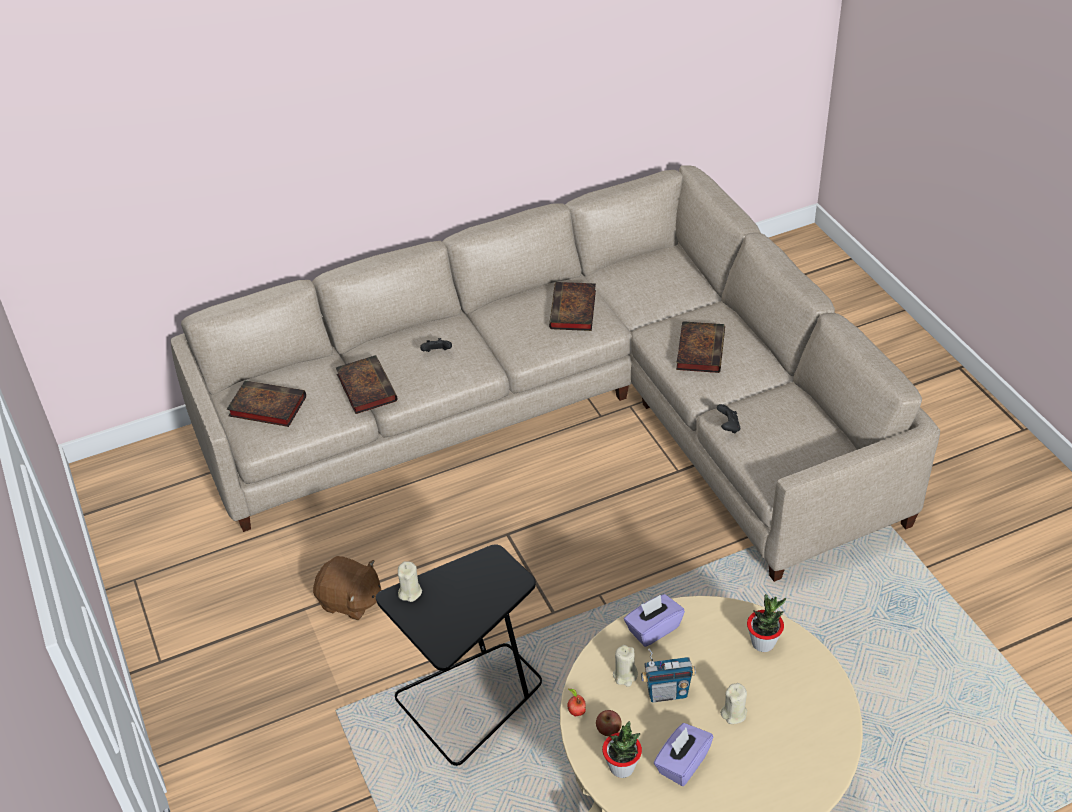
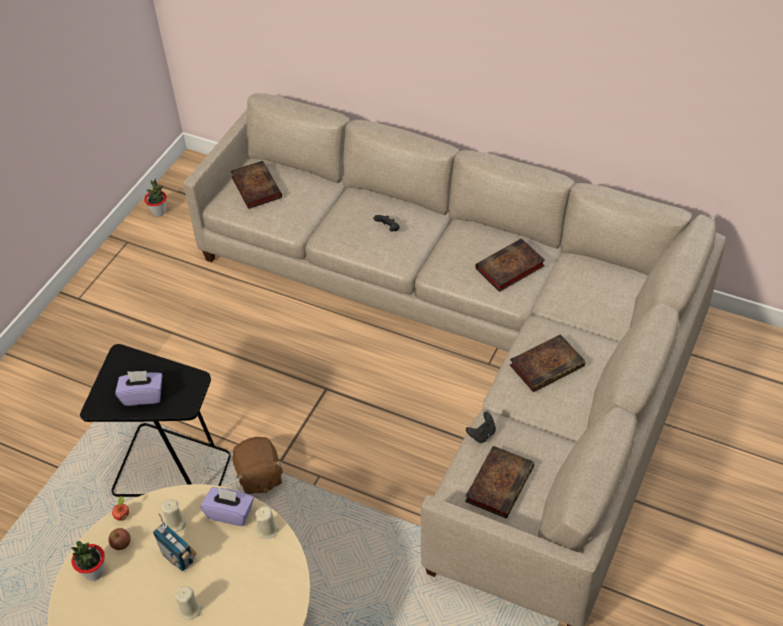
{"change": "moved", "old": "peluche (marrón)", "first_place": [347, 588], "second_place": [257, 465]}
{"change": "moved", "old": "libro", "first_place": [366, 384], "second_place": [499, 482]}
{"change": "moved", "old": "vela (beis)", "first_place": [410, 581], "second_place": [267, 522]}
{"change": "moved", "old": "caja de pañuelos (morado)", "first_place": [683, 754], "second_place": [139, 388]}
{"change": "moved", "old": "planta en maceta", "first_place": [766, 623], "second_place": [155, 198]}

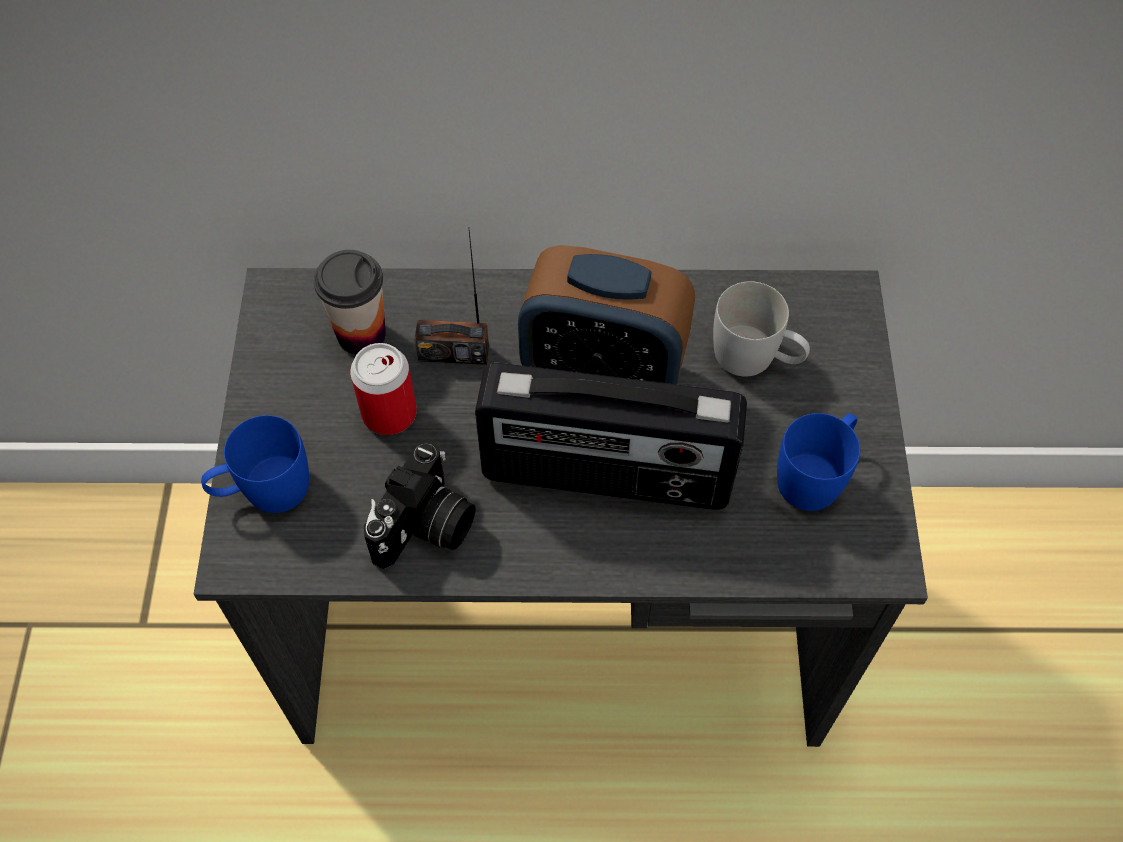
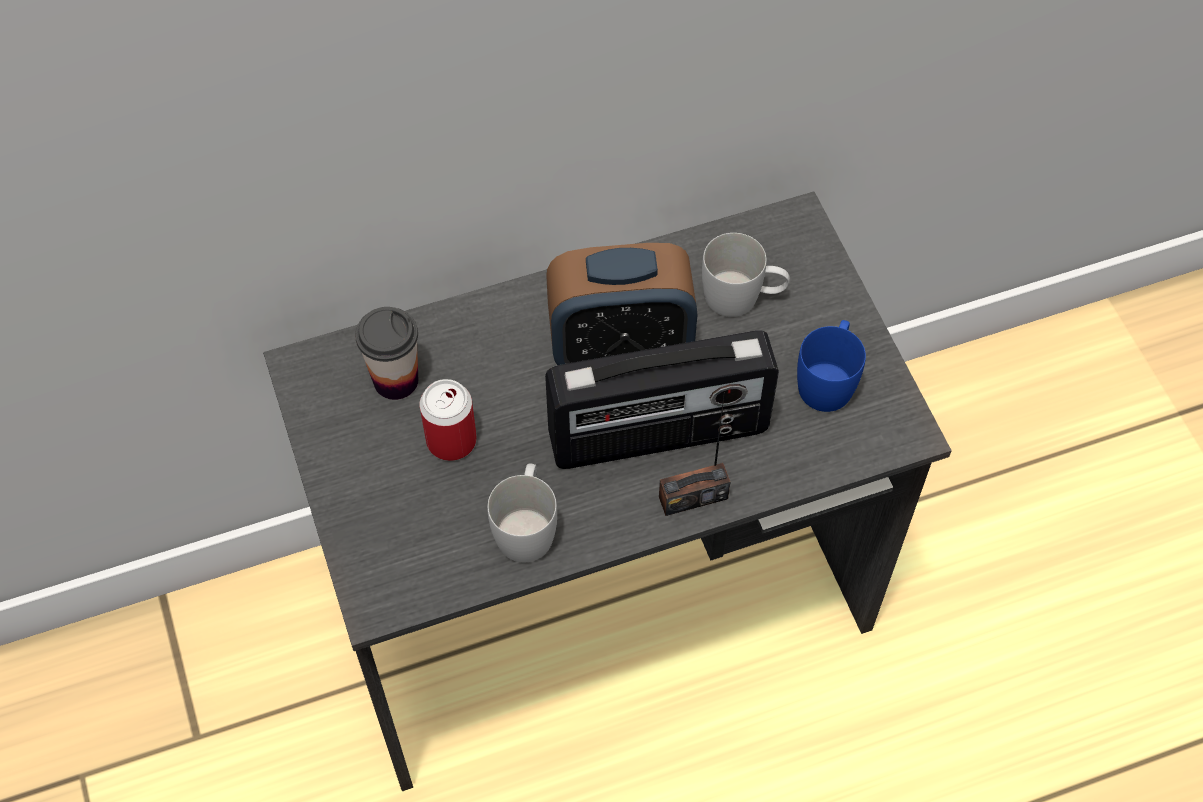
{"change": "removed", "old": "taza grande (azul)", "first_place": [255, 464]}
{"change": "replaced", "old": "cámara", "new": "taza grande (blanco)", "first_place": [419, 504], "second_place": [522, 513]}
{"change": "moved", "old": "radio", "first_place": [451, 298], "second_place": [694, 456]}

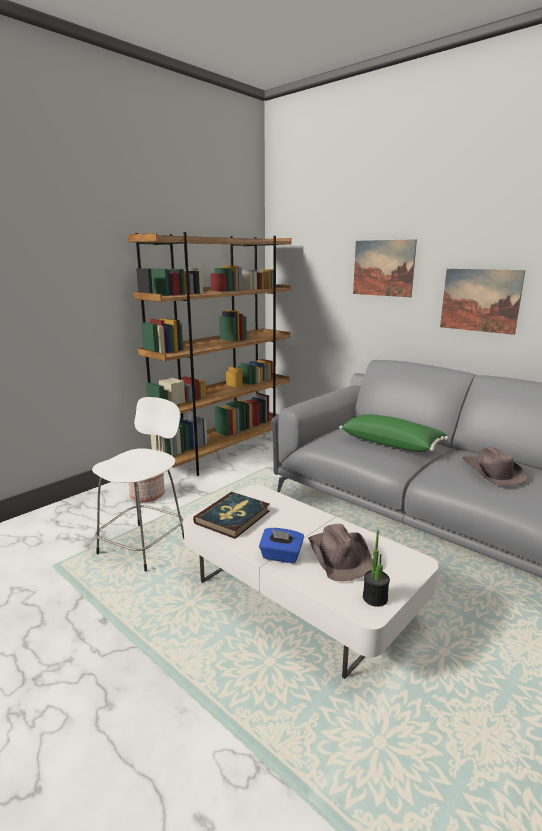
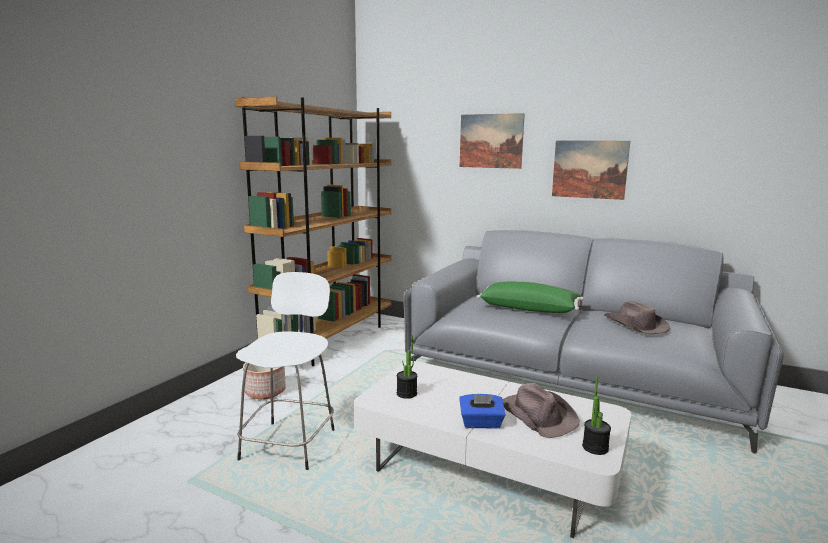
{"change": "replaced", "old": "libro", "new": "planta en maceta", "first_place": [231, 515], "second_place": [407, 367]}

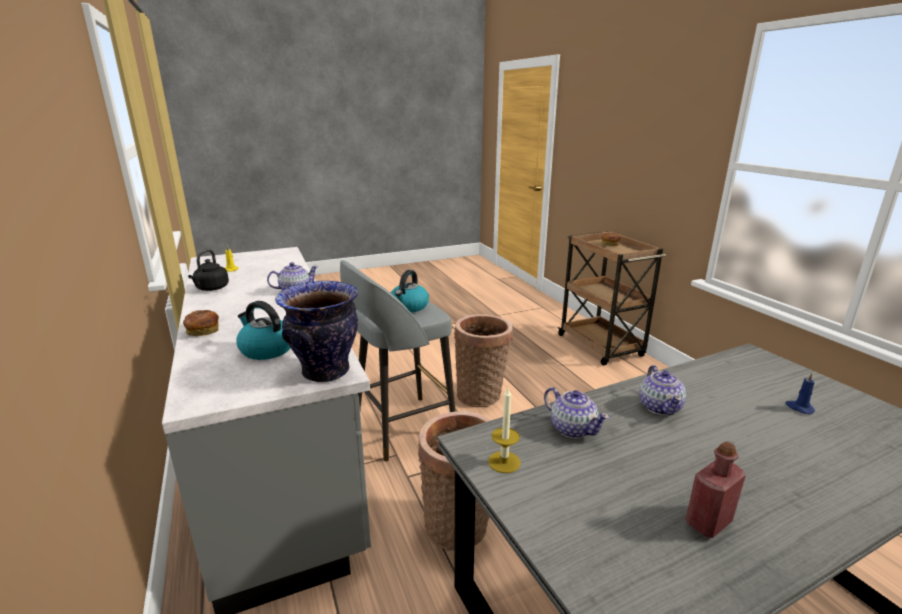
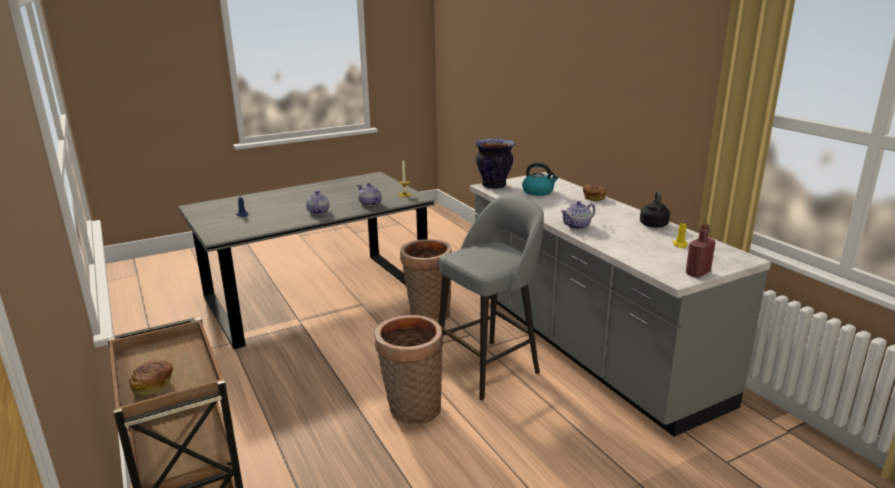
{"change": "removed", "old": "hervidor", "first_place": [410, 291]}
{"change": "moved", "old": "botella (rojo)", "first_place": [715, 490], "second_place": [701, 250]}

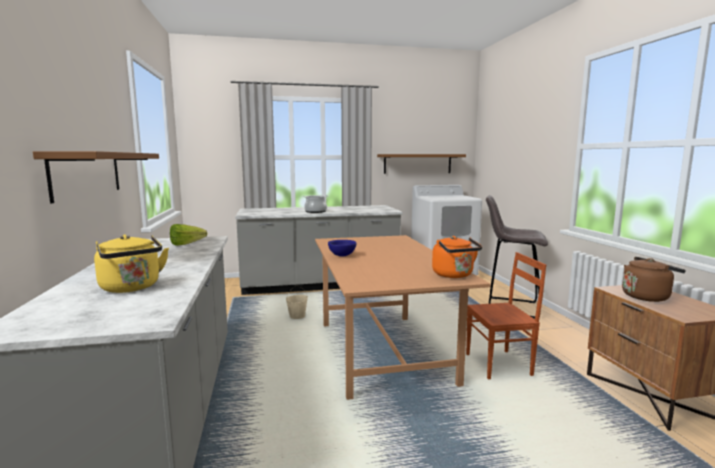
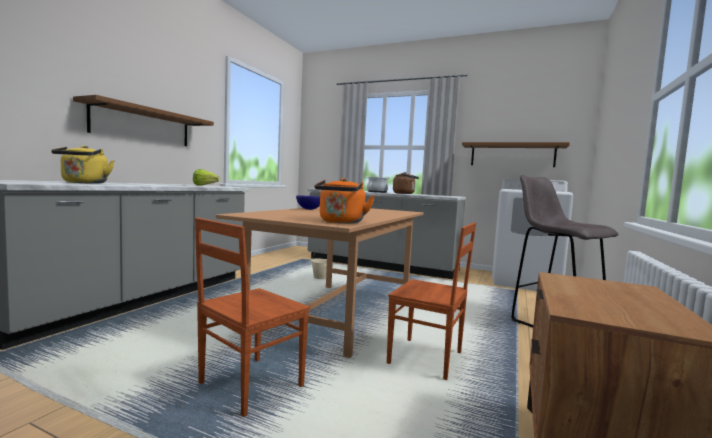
{"change": "moved", "old": "hervidor (marrón)", "first_place": [654, 279], "second_place": [406, 183]}
{"change": "added", "new": "silla (marrón)", "second_place": [252, 317]}

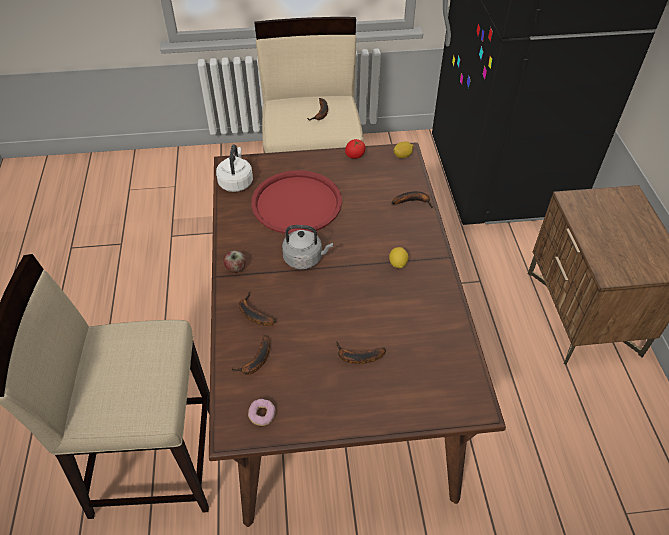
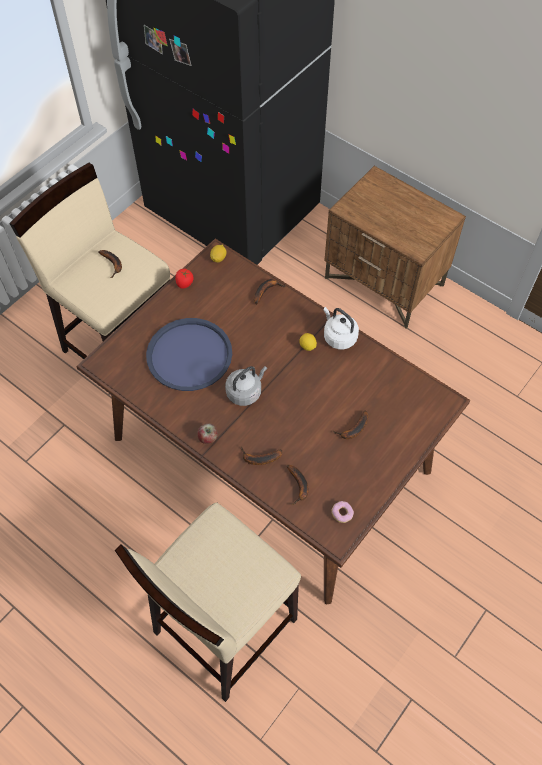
{"change": "moved", "old": "hervidor (blanco)", "first_place": [234, 168], "second_place": [341, 328]}
{"change": "recoloured", "old": "bandeja (rojo)", "new": "bandeja (azul)", "first_place": [296, 202], "second_place": [189, 354]}

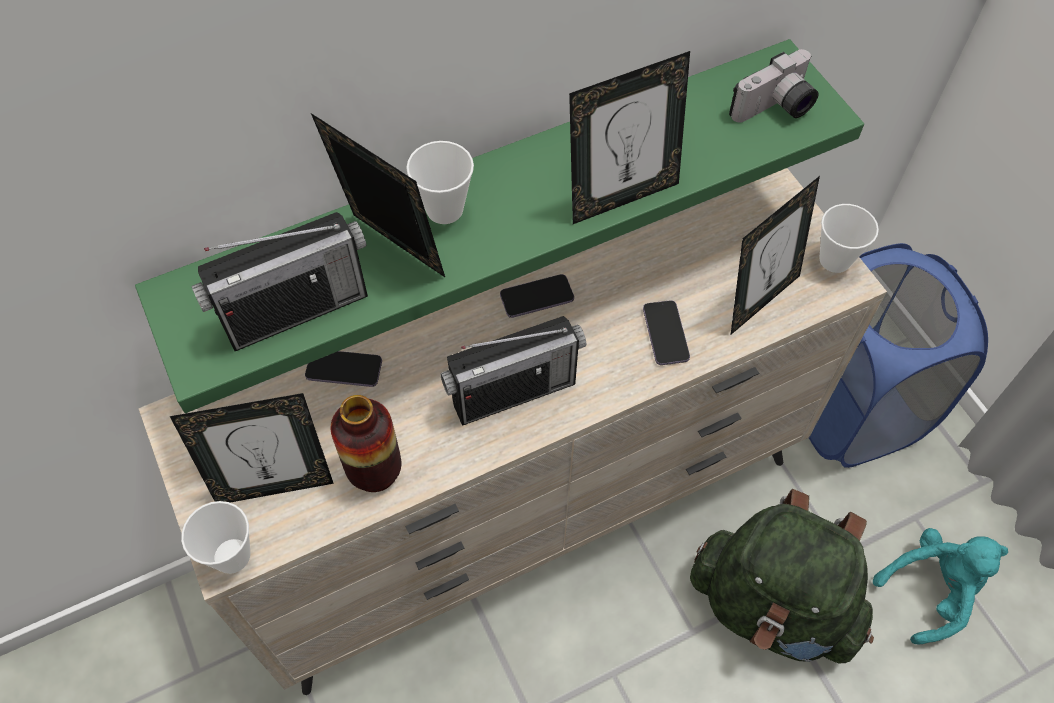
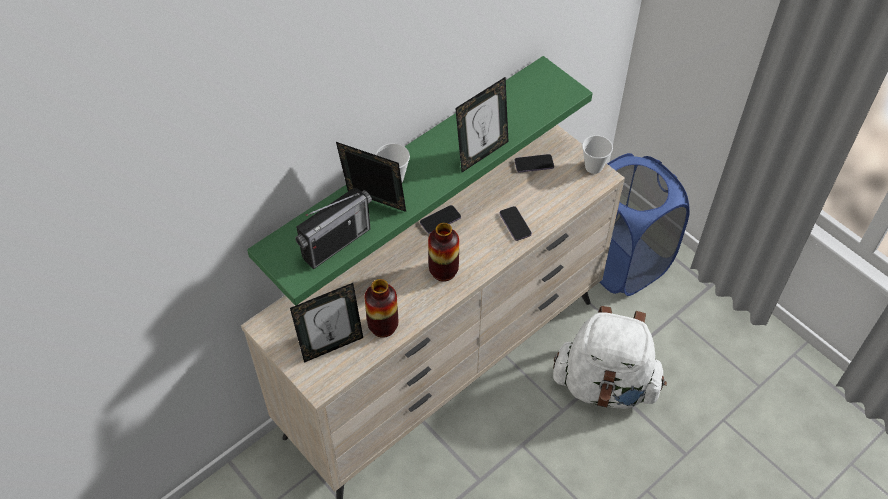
{"change": "removed", "old": "taza", "first_place": [215, 537]}
{"change": "moved", "old": "móvil", "first_place": [343, 369], "second_place": [534, 163]}
{"change": "replaced", "old": "radio", "new": "florero", "first_place": [513, 371], "second_place": [443, 252]}
{"change": "recoloured", "old": "mochila (verde)", "new": "mochila (blanco)", "first_place": [782, 576], "second_place": [610, 357]}
{"change": "removed", "old": "cámara", "first_place": [774, 86]}
{"change": "removed", "old": "portarretratos", "first_place": [775, 255]}
{"change": "removed", "old": "peluche (turquesa)", "first_place": [940, 586]}

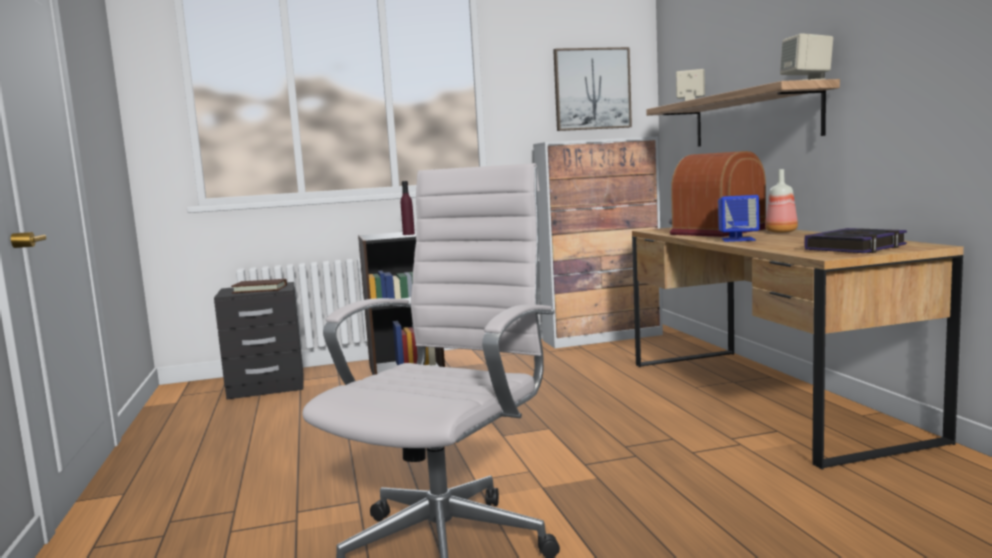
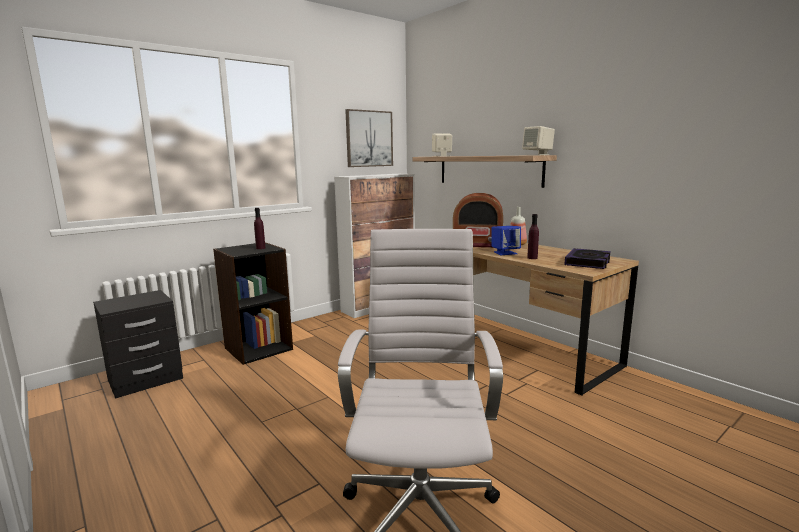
{"change": "removed", "old": "libro (marrón)", "first_place": [259, 286]}
{"change": "turned", "old": "radio", "first_place": [717, 194], "second_place": [478, 220], "degrees": -105}
{"change": "added", "new": "botella (morado)", "second_place": [533, 236]}

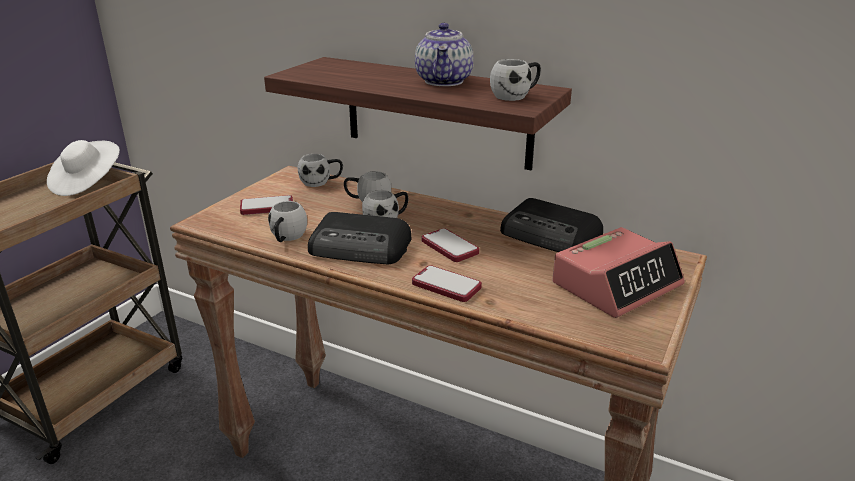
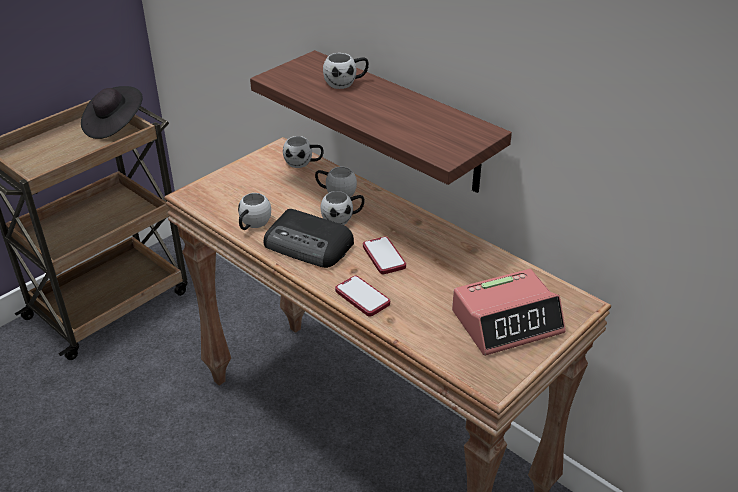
{"change": "recoloured", "old": "sombrero (blanco)", "new": "sombrero (negro)", "first_place": [83, 168], "second_place": [112, 112]}
{"change": "removed", "old": "móvil", "first_place": [266, 205]}
{"change": "removed", "old": "tetera", "first_place": [444, 54]}
{"change": "moved", "old": "taza grande (blanco)", "first_place": [515, 80], "second_place": [346, 71]}
{"change": "removed", "old": "radio", "first_place": [551, 225]}

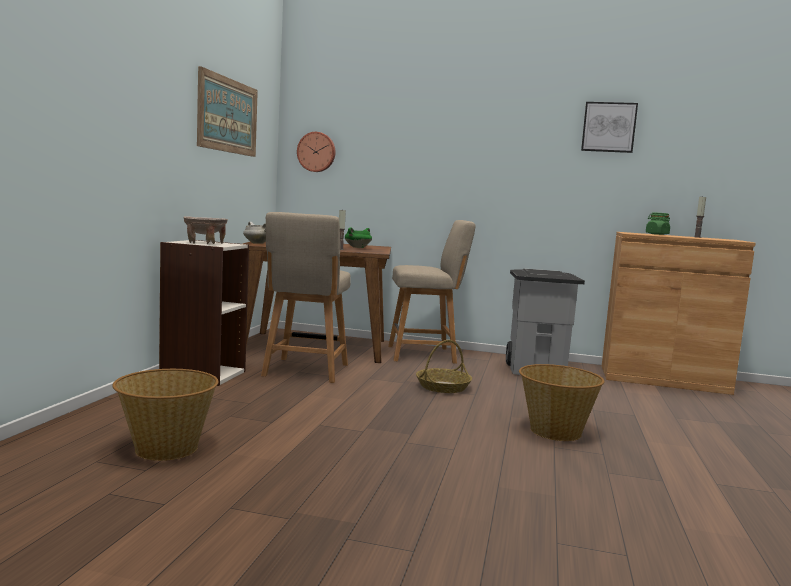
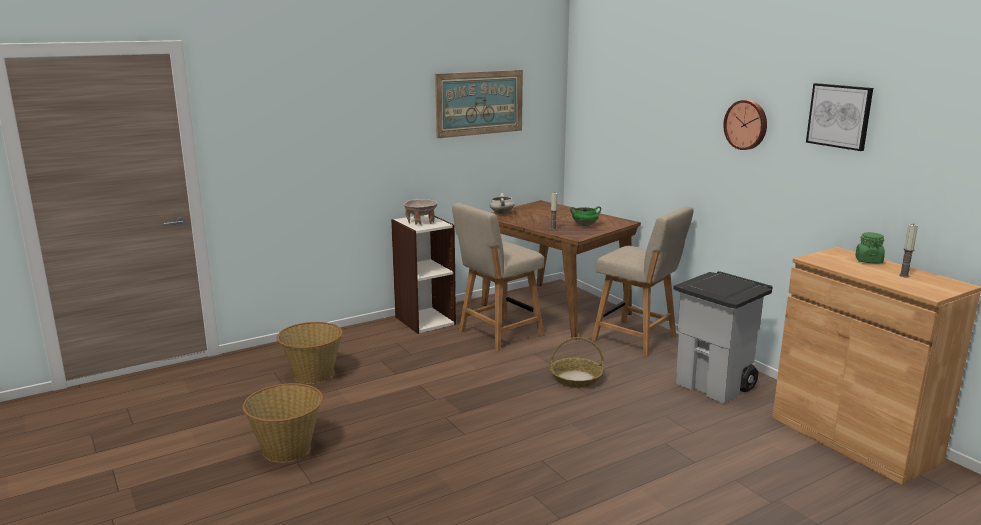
{"change": "moved", "old": "reloj de pared", "first_place": [316, 152], "second_place": [745, 125]}
{"change": "moved", "old": "cesta", "first_place": [561, 402], "second_place": [283, 423]}

